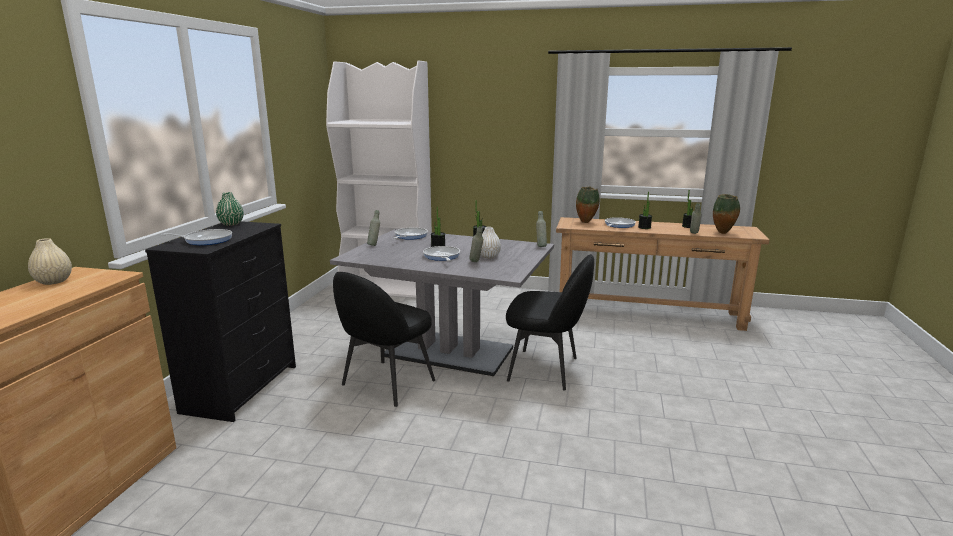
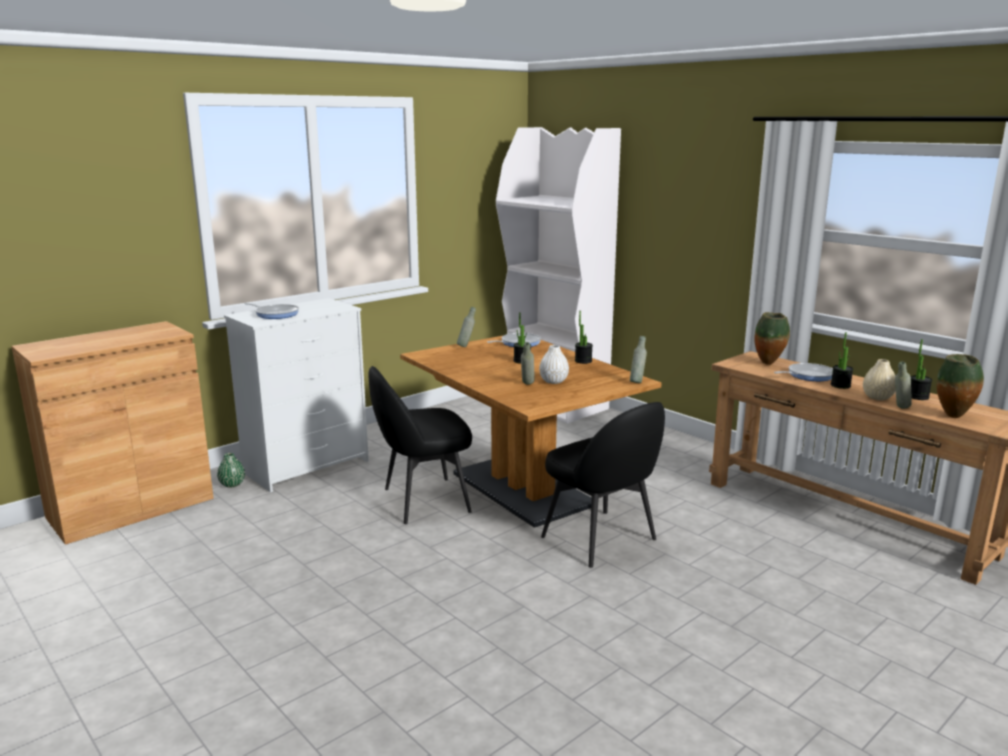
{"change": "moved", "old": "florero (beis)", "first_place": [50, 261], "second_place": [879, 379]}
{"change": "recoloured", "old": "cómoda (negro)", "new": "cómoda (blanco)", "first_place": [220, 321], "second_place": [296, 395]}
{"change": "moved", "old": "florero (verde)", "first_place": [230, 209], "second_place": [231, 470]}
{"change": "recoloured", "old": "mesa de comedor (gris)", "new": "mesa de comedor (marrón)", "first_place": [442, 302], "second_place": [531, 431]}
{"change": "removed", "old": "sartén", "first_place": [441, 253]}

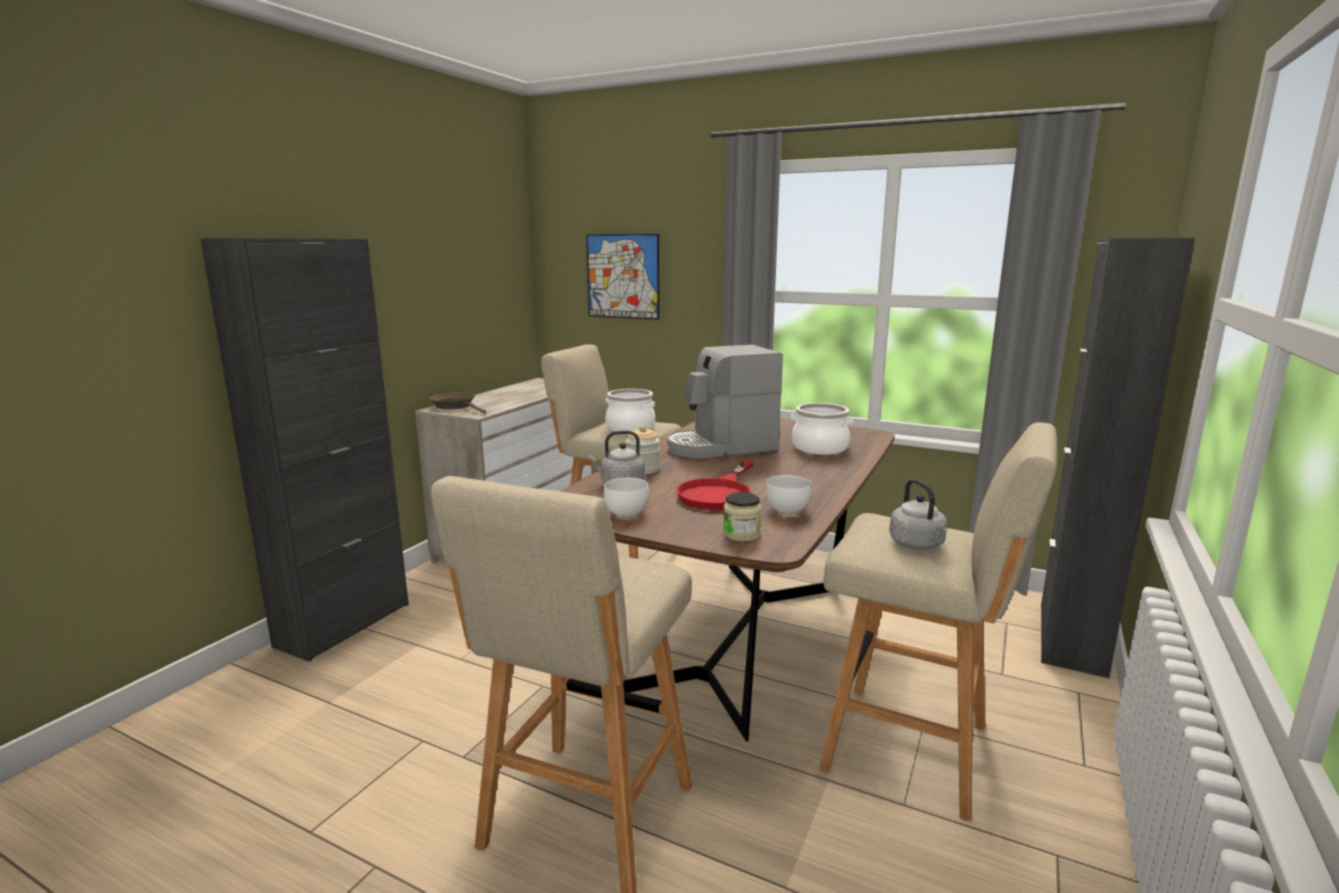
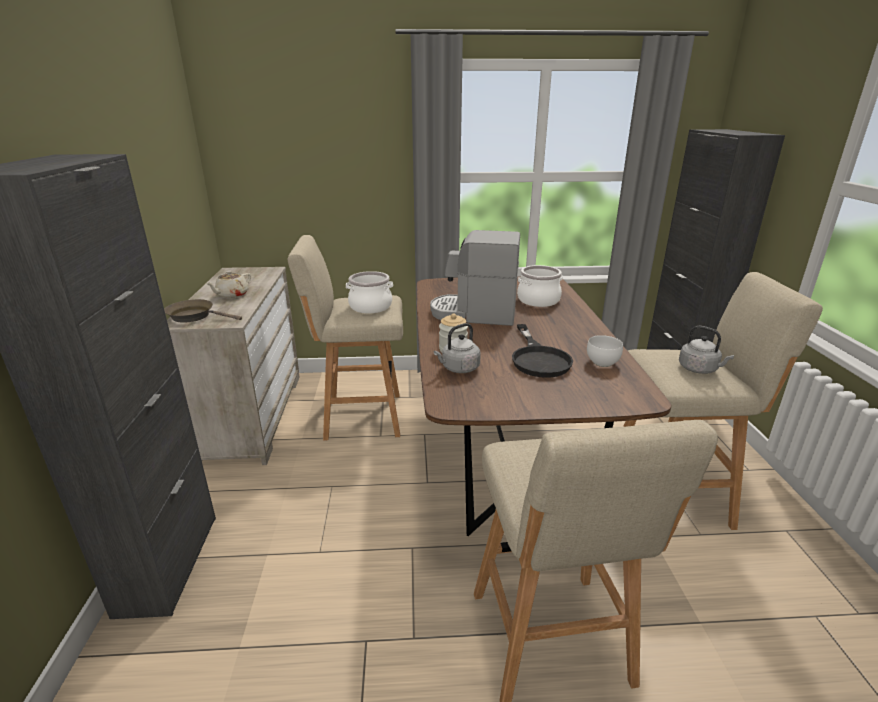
{"change": "removed", "old": "cuadro", "first_place": [622, 277]}
{"change": "removed", "old": "cuenco (blanco)", "first_place": [626, 498]}
{"change": "turned", "old": "cafetera", "first_place": [725, 402], "second_place": [475, 278], "degrees": 60}
{"change": "recoloured", "old": "sartén (rojo)", "new": "sartén (negro)", "first_place": [715, 485], "second_place": [542, 351]}
{"change": "removed", "old": "tarro", "first_place": [742, 517]}
{"change": "added", "new": "tetera (beis)", "second_place": [228, 284]}

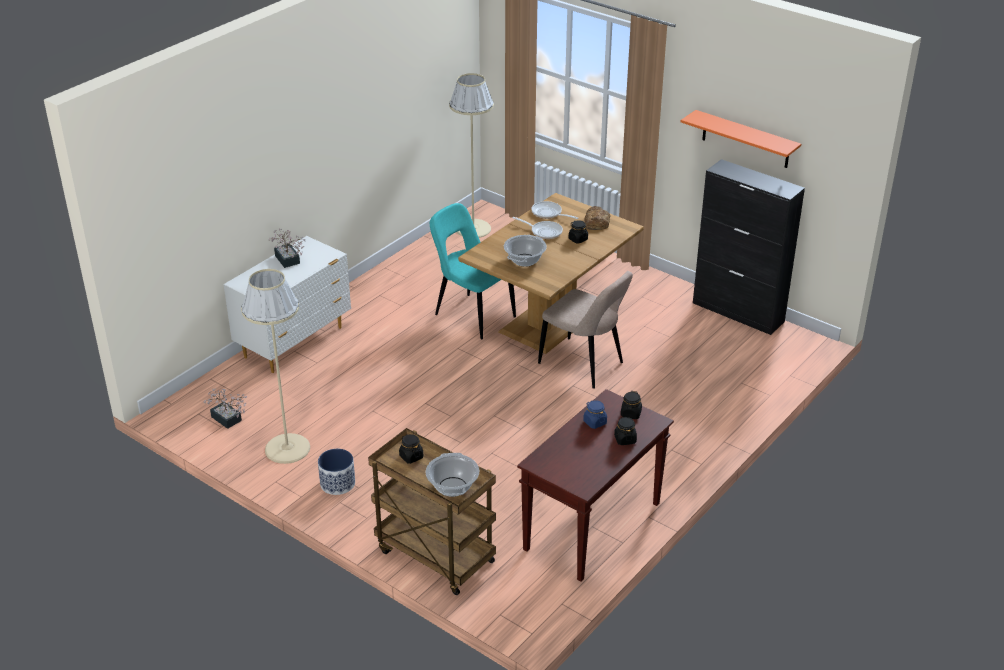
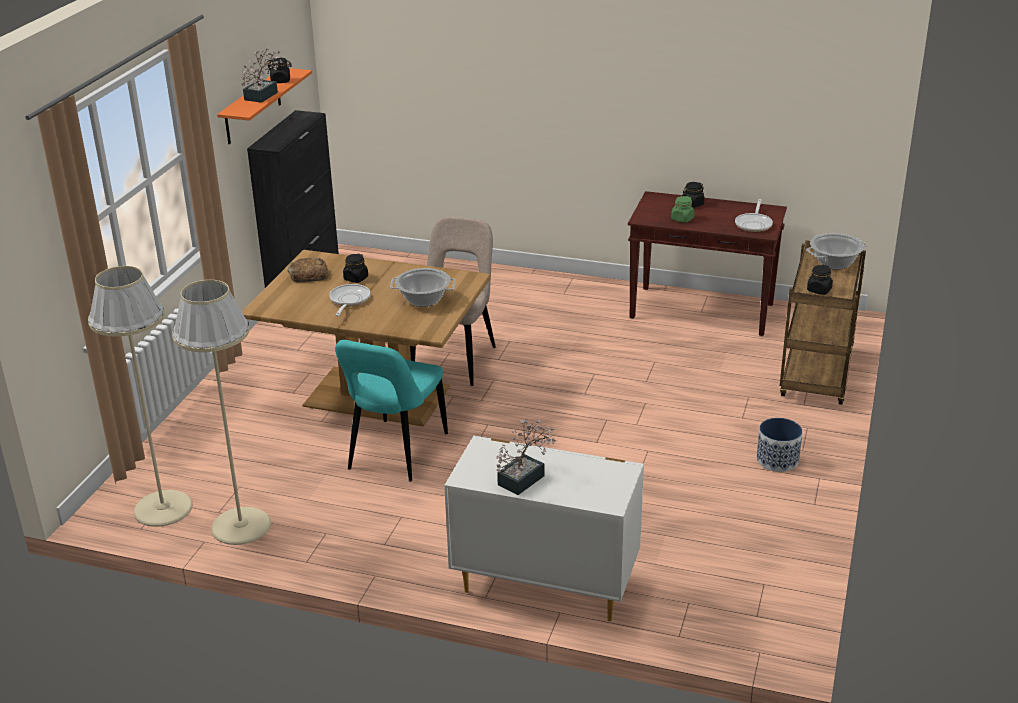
{"change": "moved", "old": "planta en maceta", "first_place": [225, 409], "second_place": [261, 75]}
{"change": "moved", "old": "lámpara de pie (beis)", "first_place": [275, 366], "second_place": [221, 412]}
{"change": "moved", "old": "sartén", "first_place": [554, 210], "second_place": [754, 215]}
{"change": "recoloured", "old": "tarro (azul)", "new": "tarro (verde)", "first_place": [595, 414], "second_place": [682, 209]}
{"change": "moved", "old": "tarro (negro)", "first_place": [631, 405], "second_place": [280, 70]}

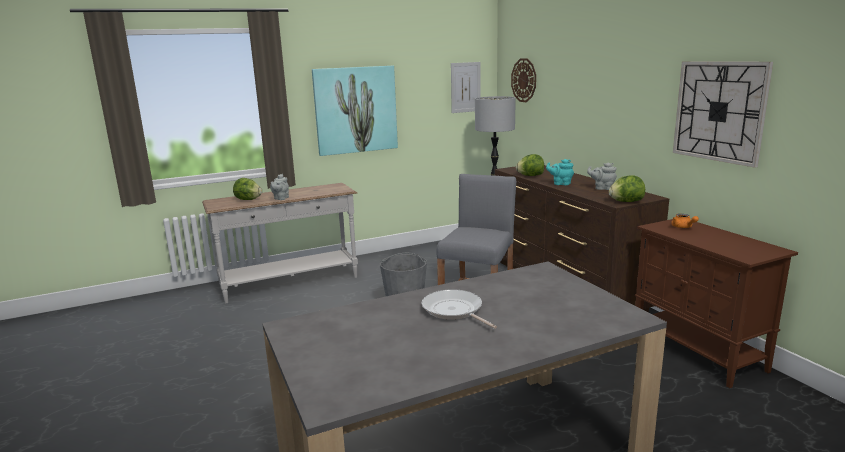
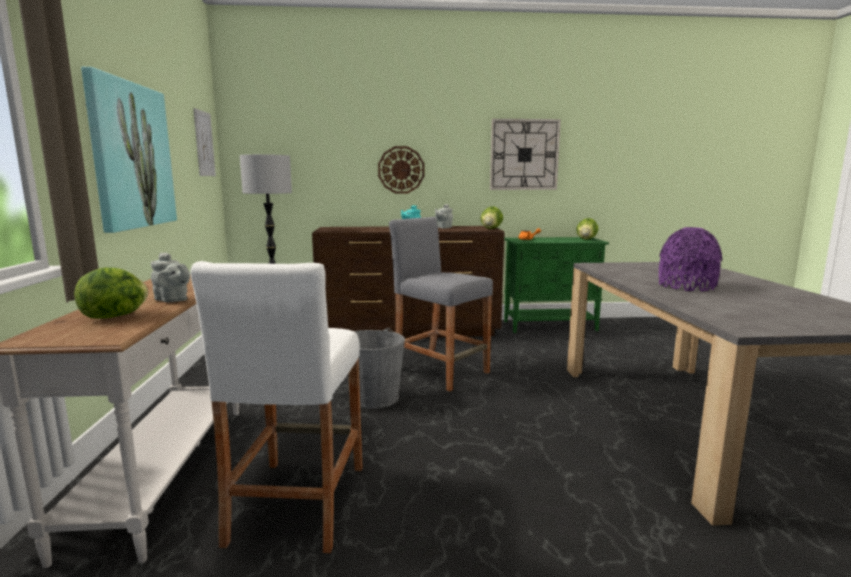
{"change": "replaced", "old": "sartén", "new": "florero (morado)", "first_place": [459, 309], "second_place": [690, 259]}
{"change": "moved", "old": "reloj de pared", "first_place": [523, 80], "second_place": [401, 170]}
{"change": "moved", "old": "lechuga", "first_place": [530, 165], "second_place": [587, 229]}
{"change": "recoloured", "old": "armario (marrón)", "new": "armario (verde)", "first_place": [716, 303], "second_place": [556, 285]}
{"change": "added", "new": "taburete (blanco)", "second_place": [277, 407]}

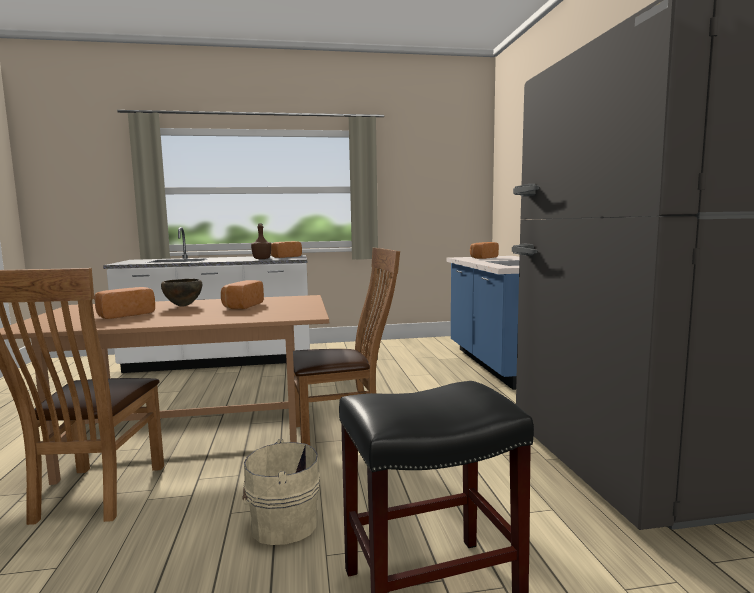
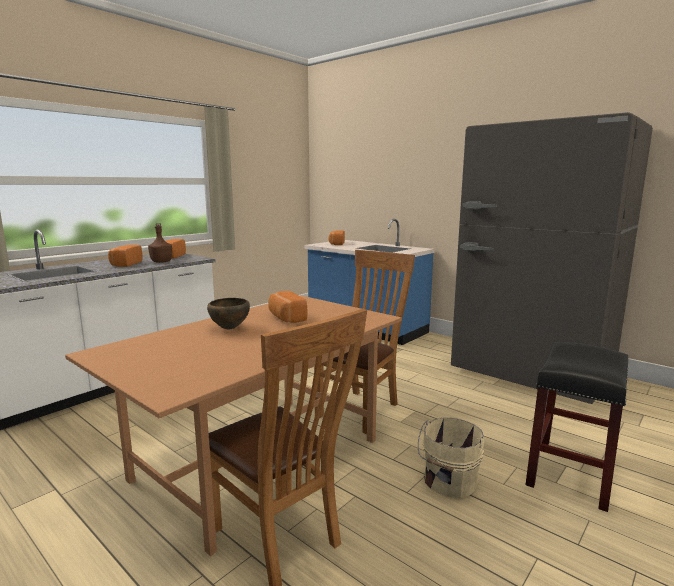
{"change": "moved", "old": "pan", "first_place": [124, 303], "second_place": [125, 256]}

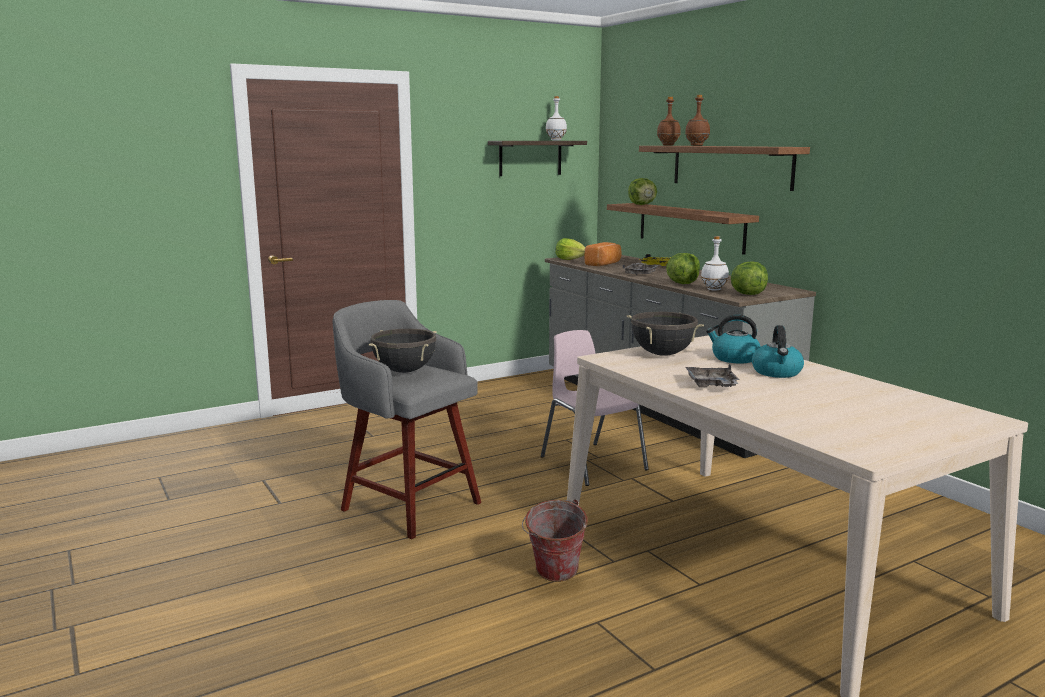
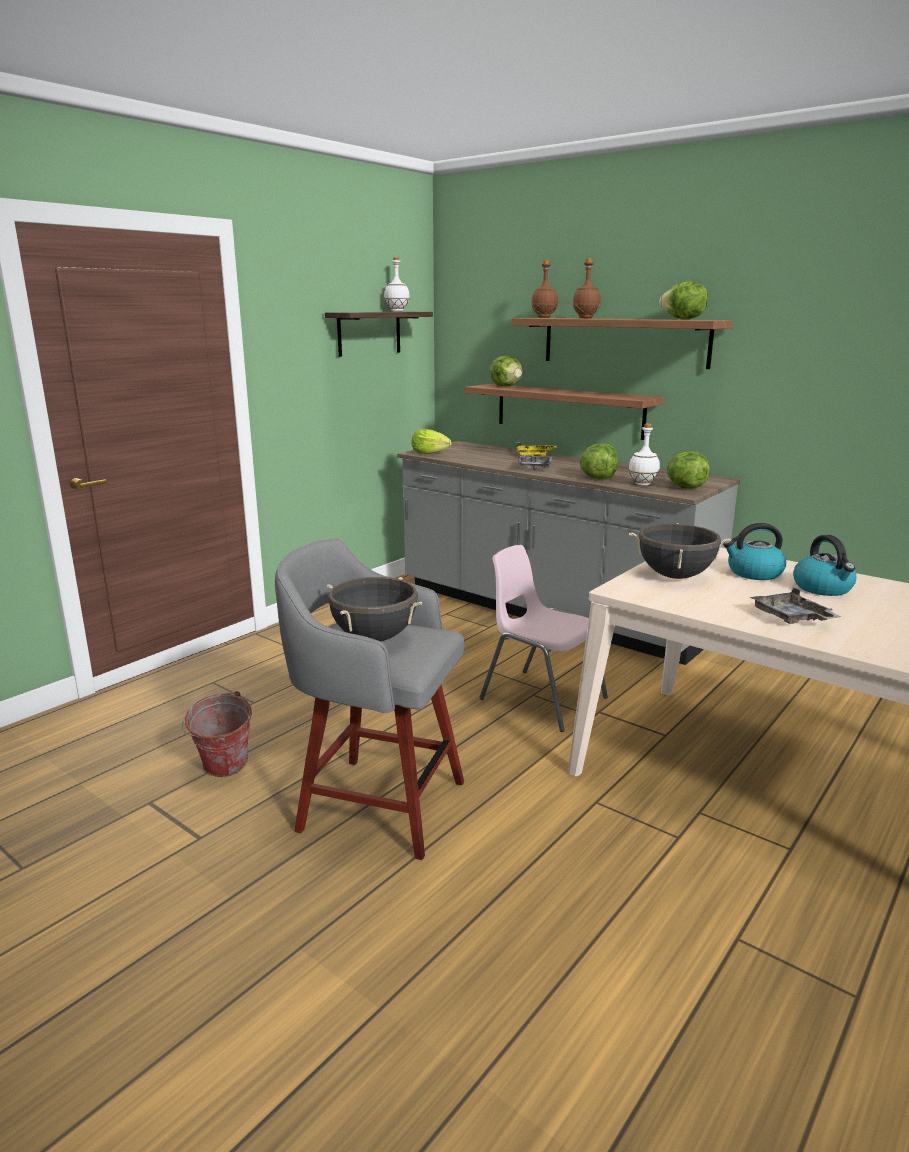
{"change": "moved", "old": "cubo", "first_place": [555, 540], "second_place": [217, 734]}
{"change": "removed", "old": "pan", "first_place": [603, 254]}
{"change": "added", "new": "lechuga", "second_place": [683, 300]}

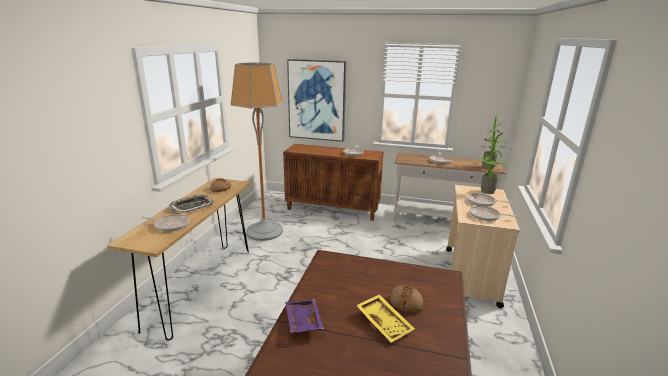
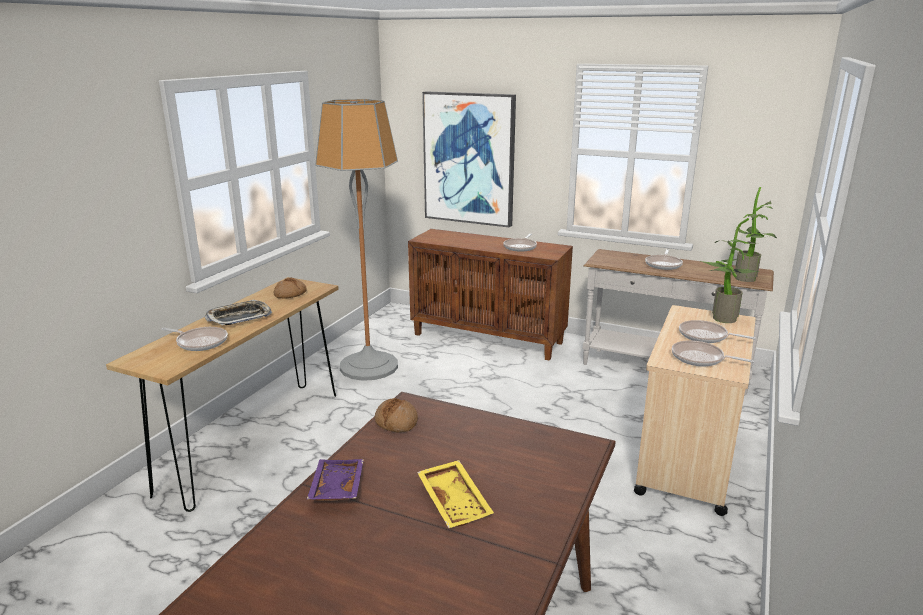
{"change": "moved", "old": "pan", "first_place": [407, 299], "second_place": [396, 415]}

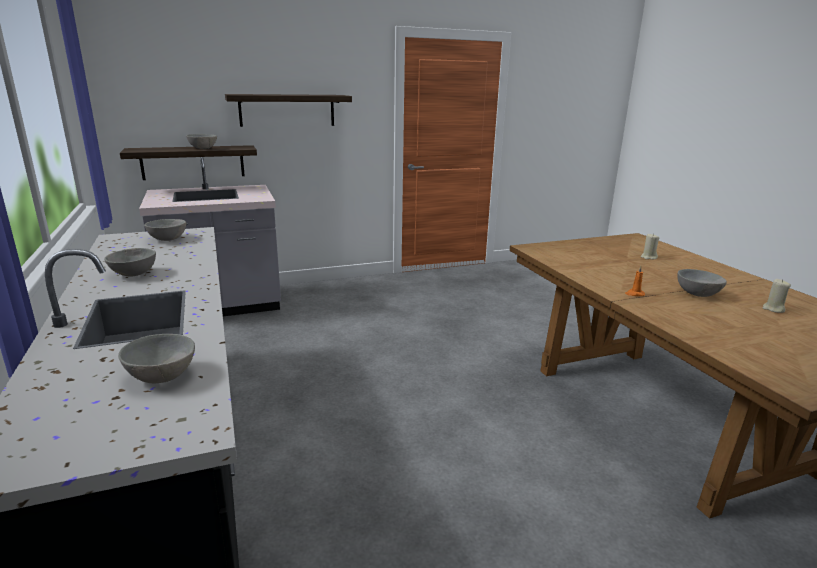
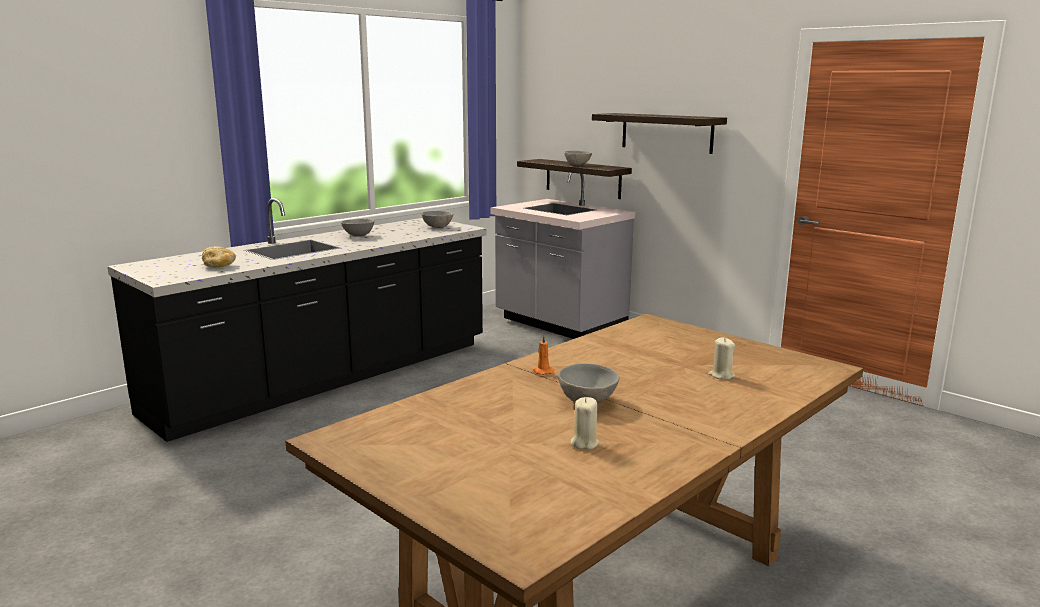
{"change": "replaced", "old": "cuenco (gris)", "new": "pan", "first_place": [156, 358], "second_place": [219, 257]}

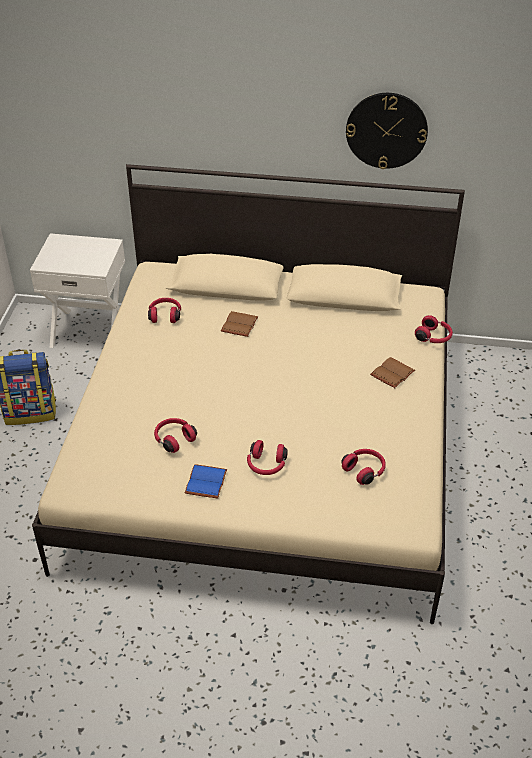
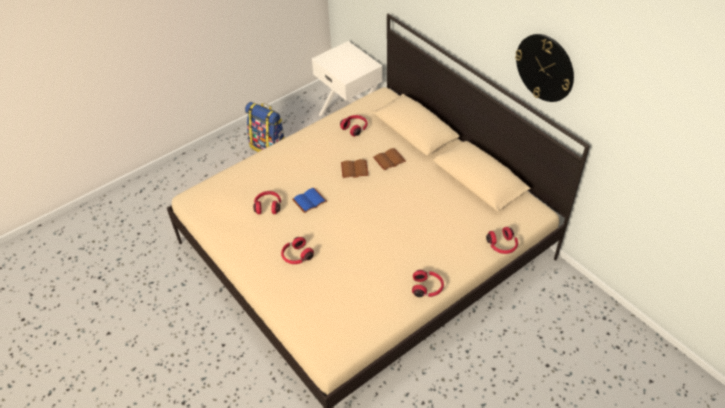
{"change": "moved", "old": "libro (azul)", "first_place": [206, 481], "second_place": [309, 200]}
{"change": "moved", "old": "auriculares (rojo)", "first_place": [363, 467], "second_place": [428, 283]}
{"change": "moved", "old": "libro (marrón)", "first_place": [392, 372], "second_place": [354, 168]}

